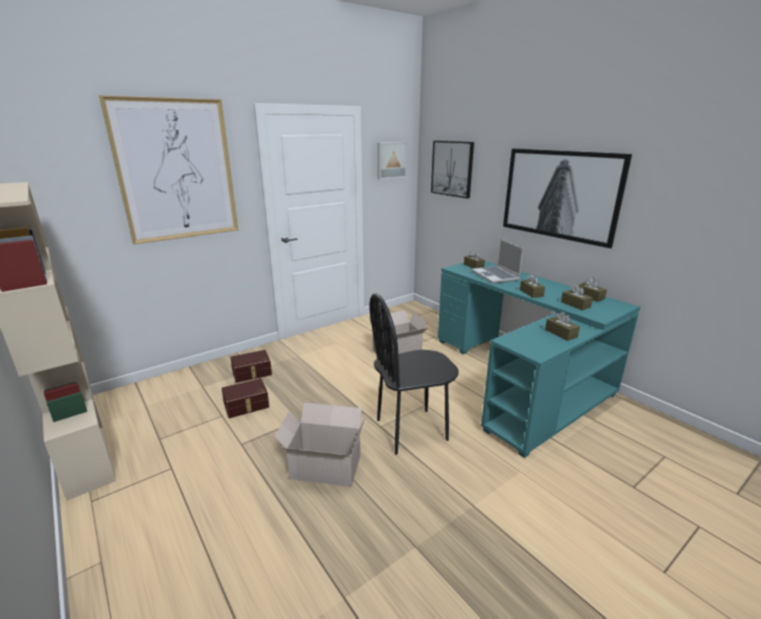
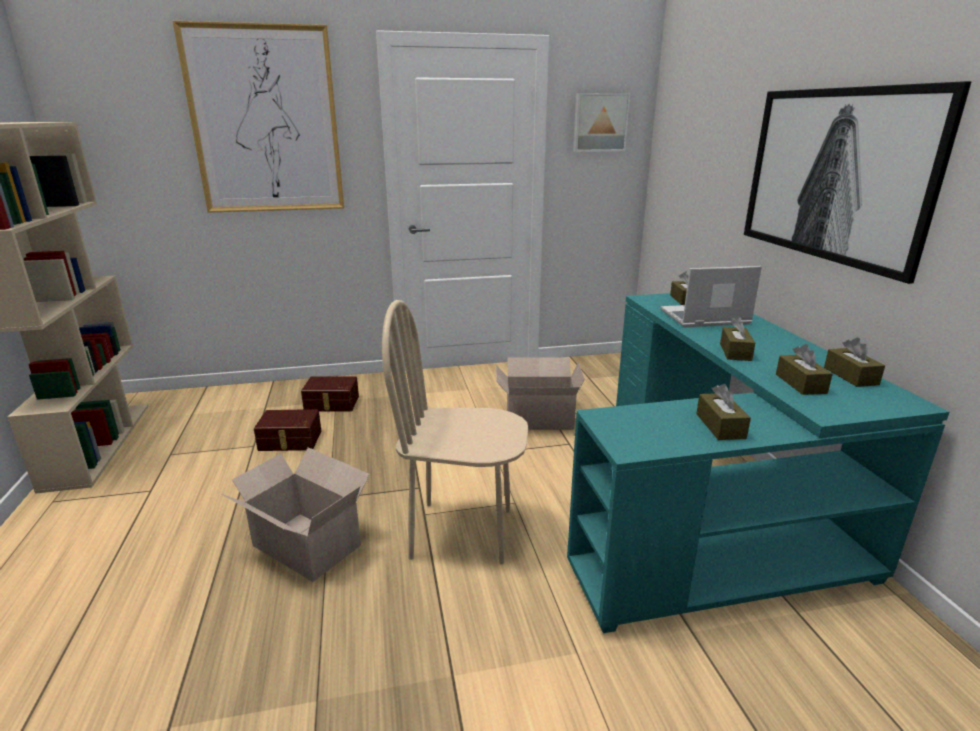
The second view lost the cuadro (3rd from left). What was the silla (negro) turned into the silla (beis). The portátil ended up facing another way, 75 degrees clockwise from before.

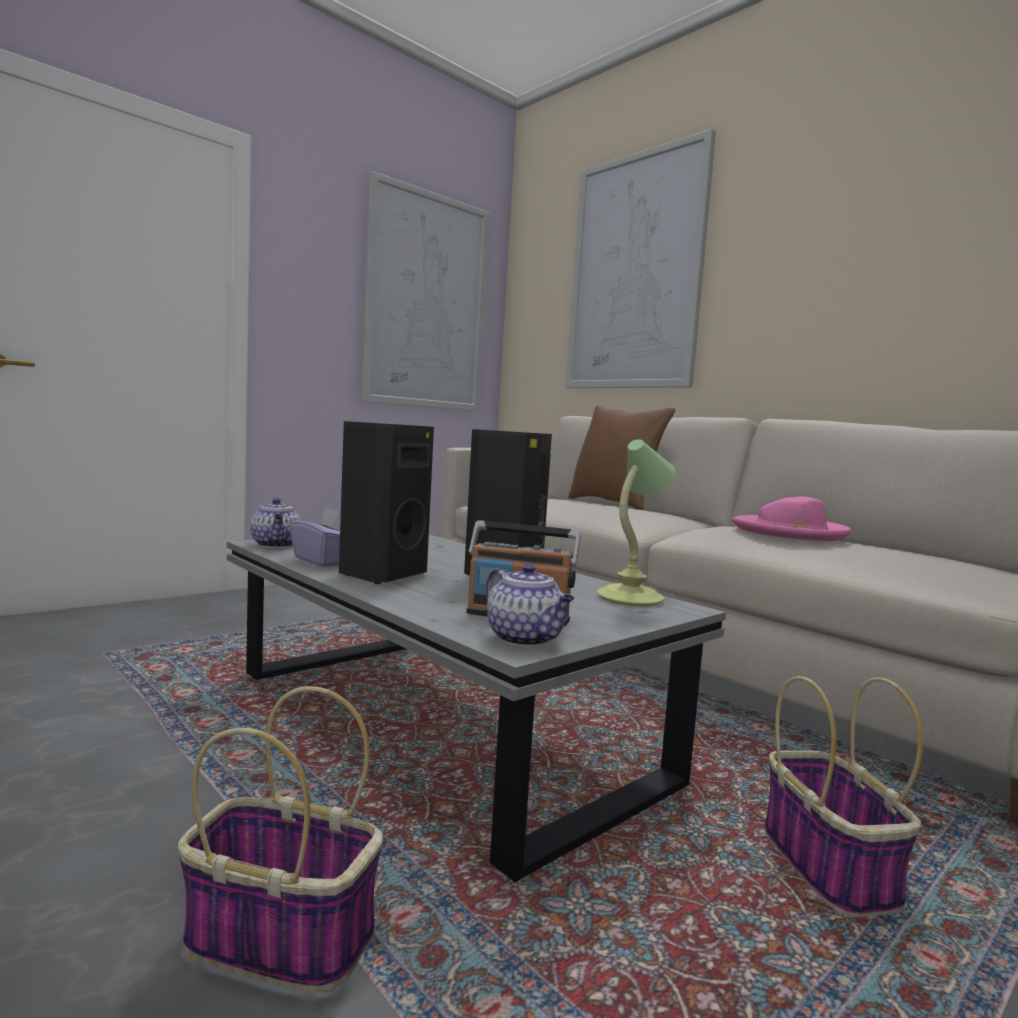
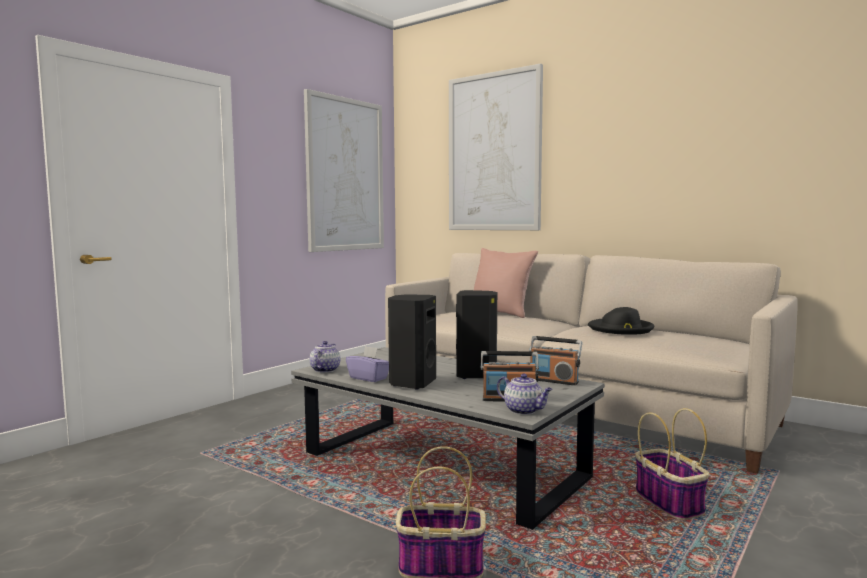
Where the lámpara de mesa stood, the radio (2nd from left) came to stand. What was the cojín (marrón) turned into the cojín (rosa). What was the sombrero (rosa) turned into the sombrero (negro). The tetera (1st from left) ended up facing another way, 135 degrees counterclockwise from before.

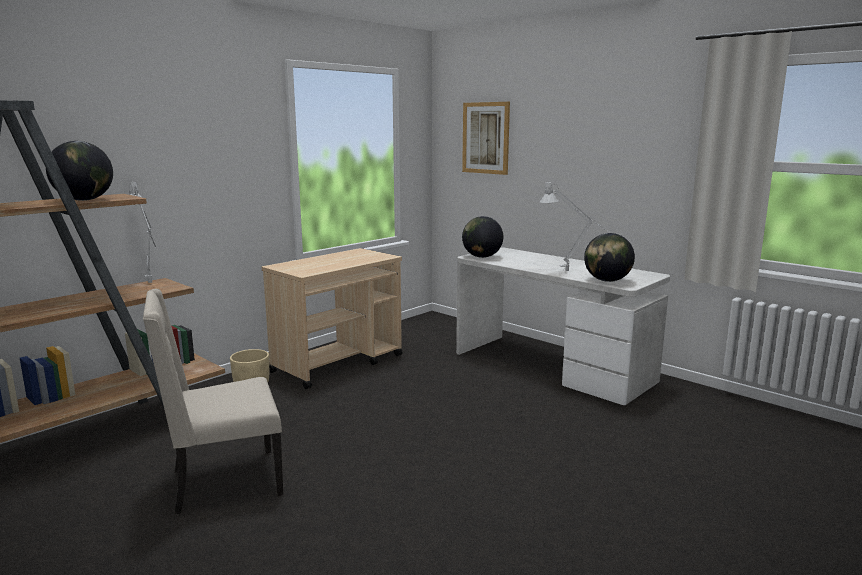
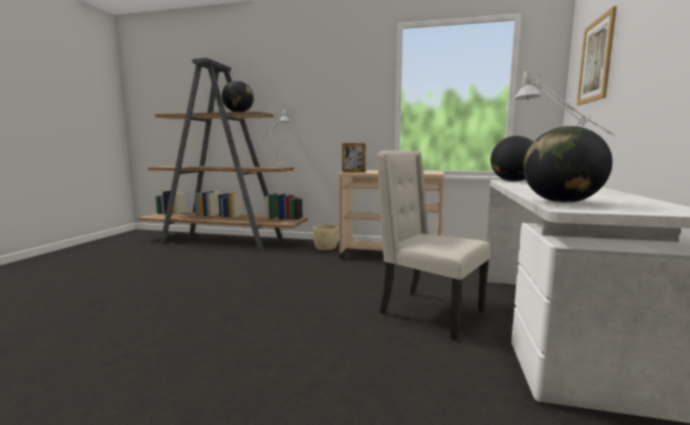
The second view gained the portarretratos. The silla (beis) ended up elsewhere.

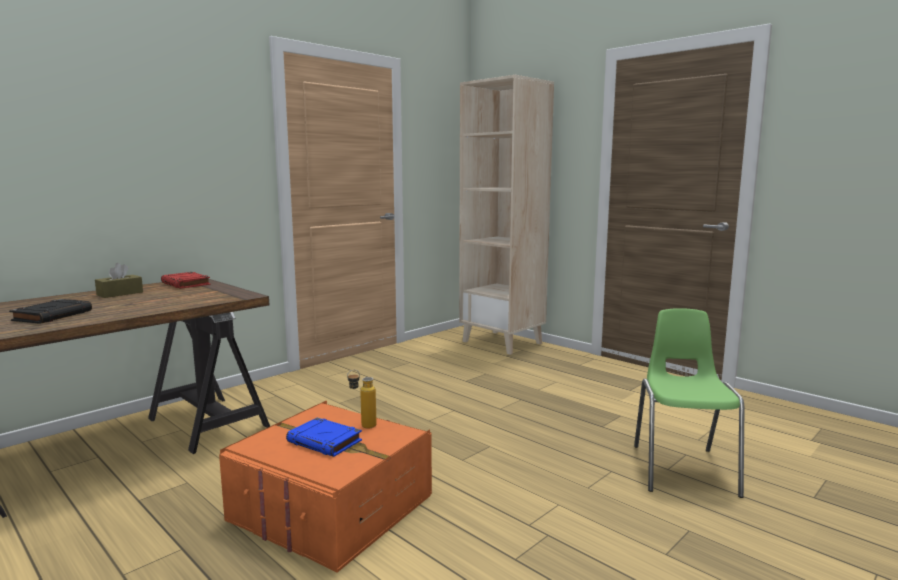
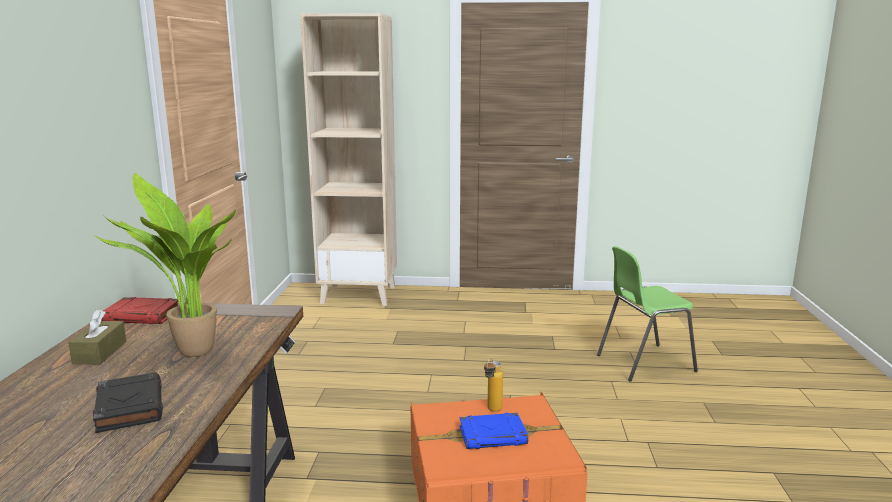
The second view gained the planta en maceta. The silla (verde) ended up facing another way, 75 degrees counterclockwise from before.

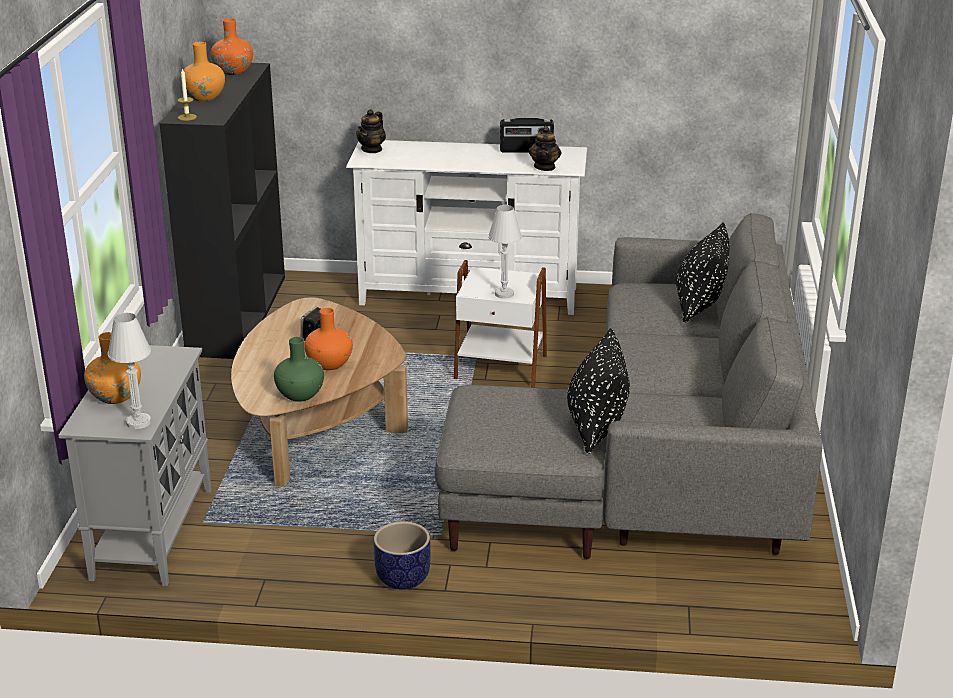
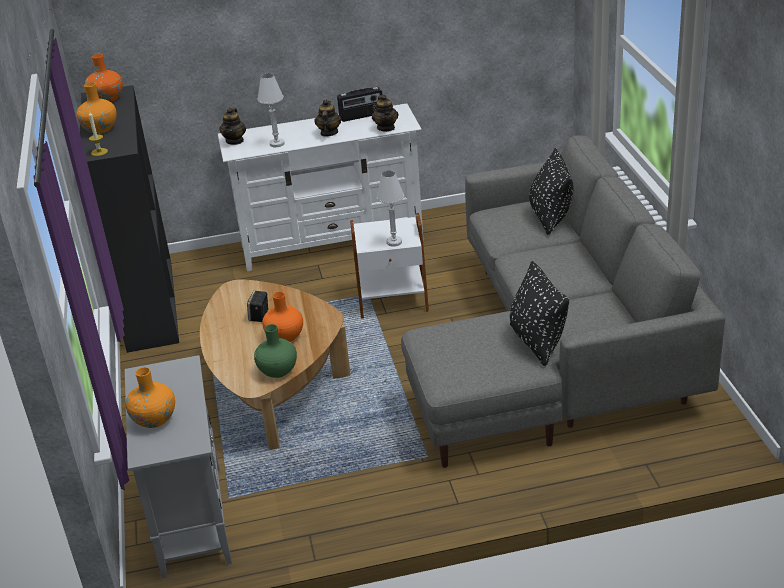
The second view lost the maceta. The second view gained the tetera (2nd from left). The lámpara de mesa (blanco) (1st from left) ended up elsewhere.

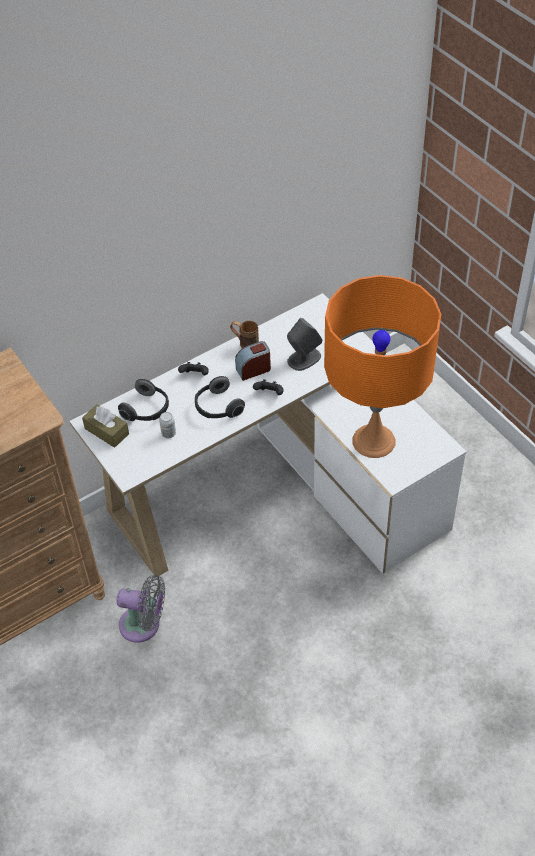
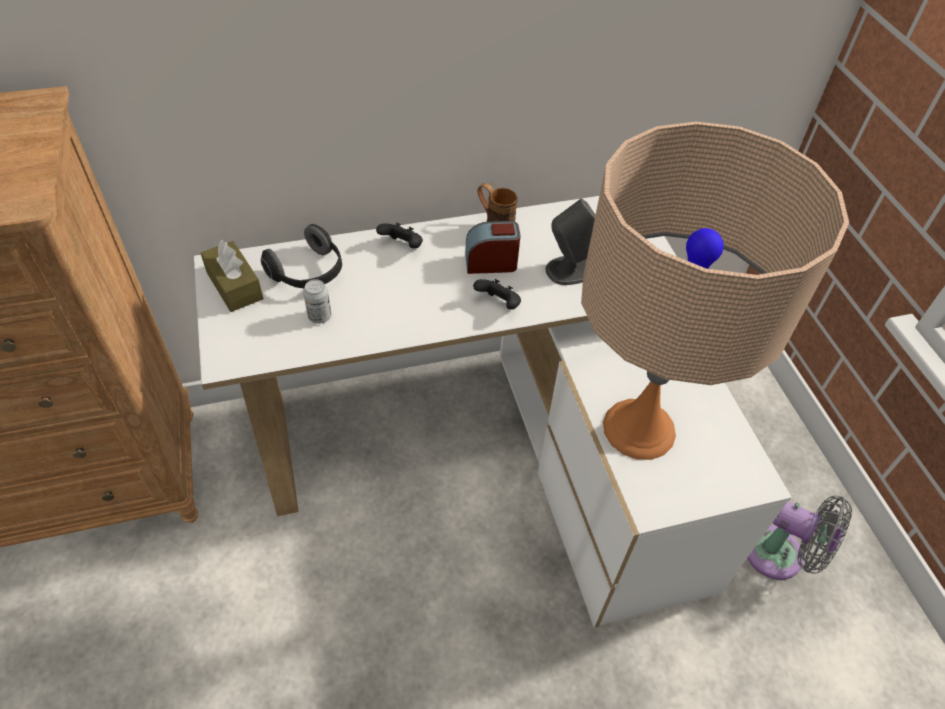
The second view lost the auriculares (2nd from left). The ventilador (gris) ended up elsewhere. What was the lámpara de mesa (naranja) turned into the lámpara de mesa (beis).

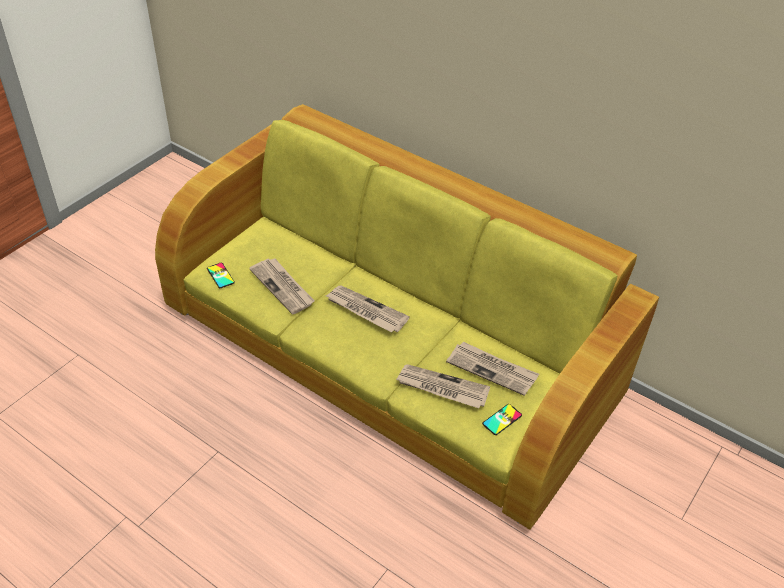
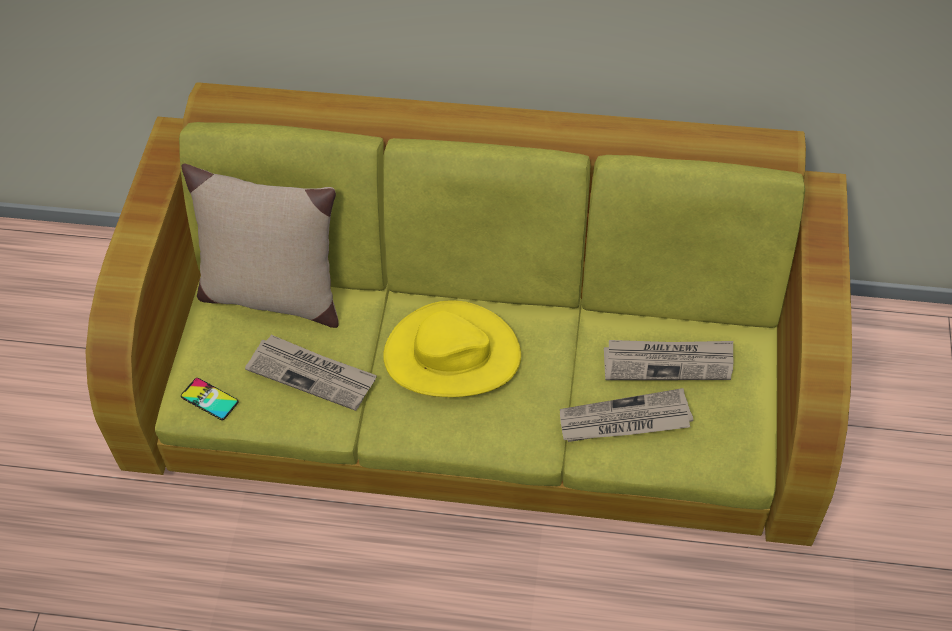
The second view lost the móvil (2nd from left). The second view gained the cojín (beis). Where the periódico (2nd from left) stood, the sombrero (amarillo) came to stand.

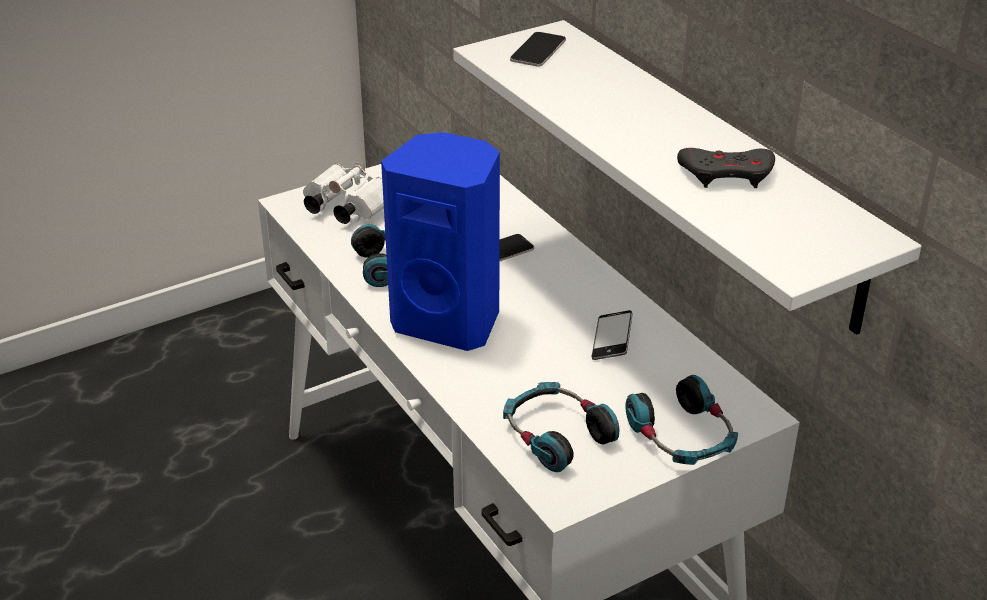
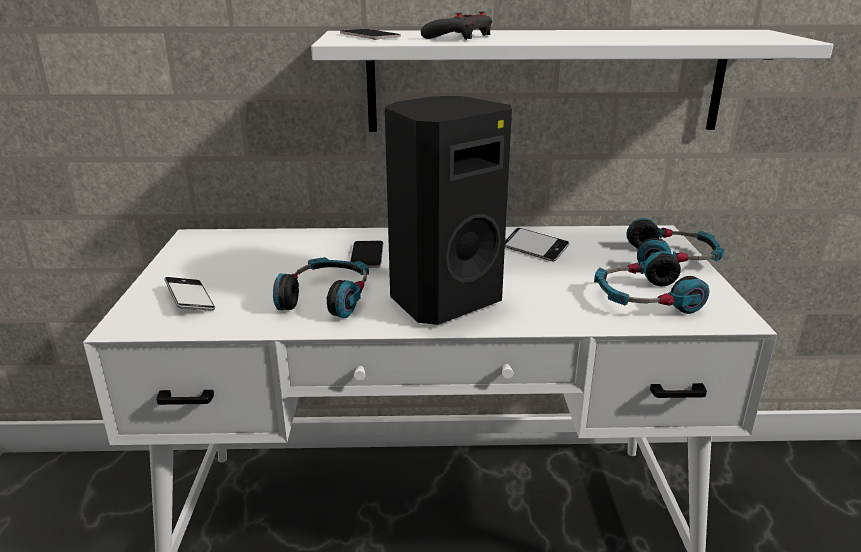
The mando de consola (gris) ended up elsewhere. Where the prismáticos (blanco) stood, the móvil (1st from left) came to stand. What was the altavoz (azul) turned into the altavoz (negro).

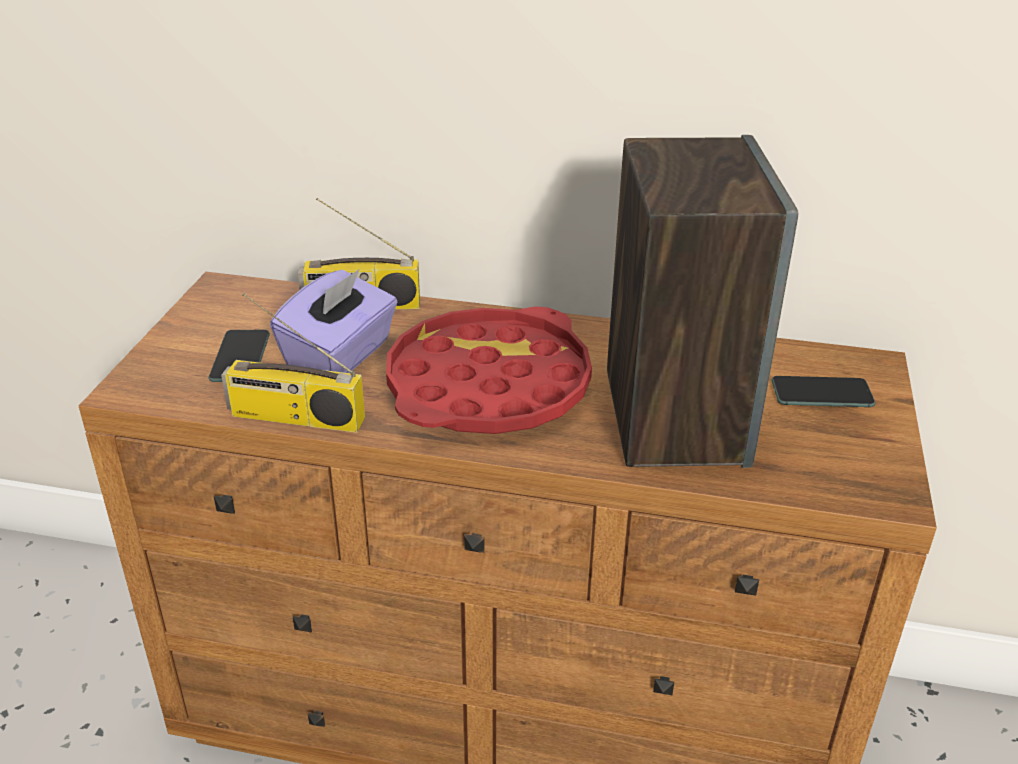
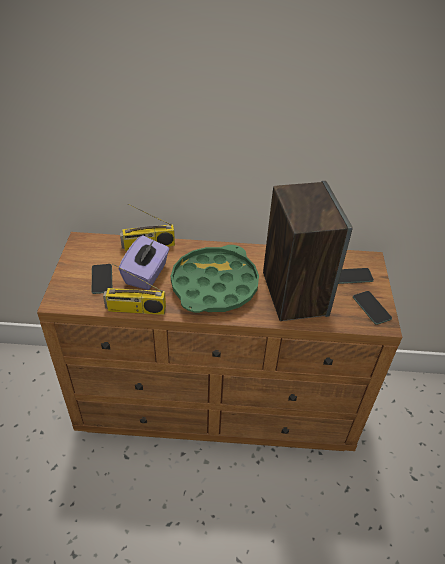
The second view gained the móvil (3rd from left). What was the bandeja (rojo) turned into the bandeja (verde).

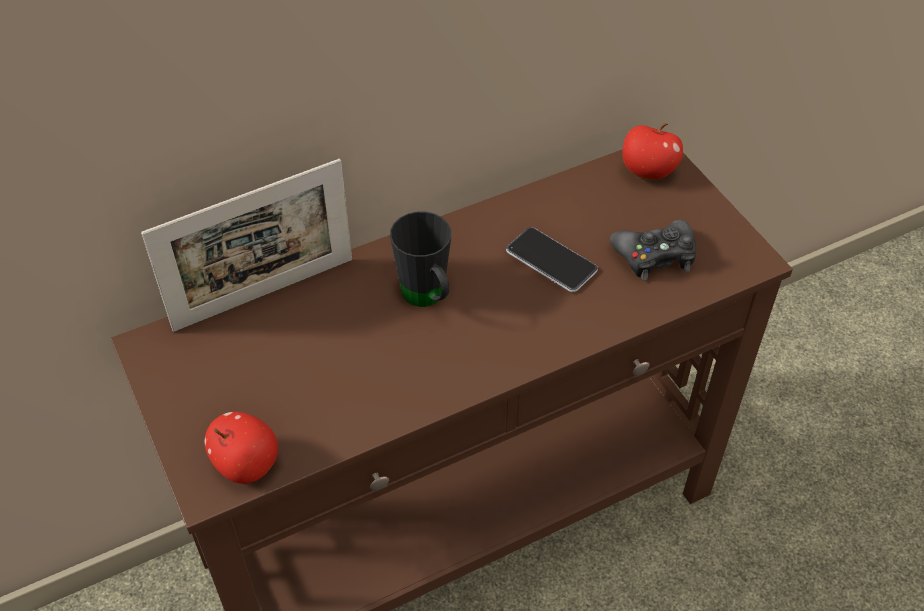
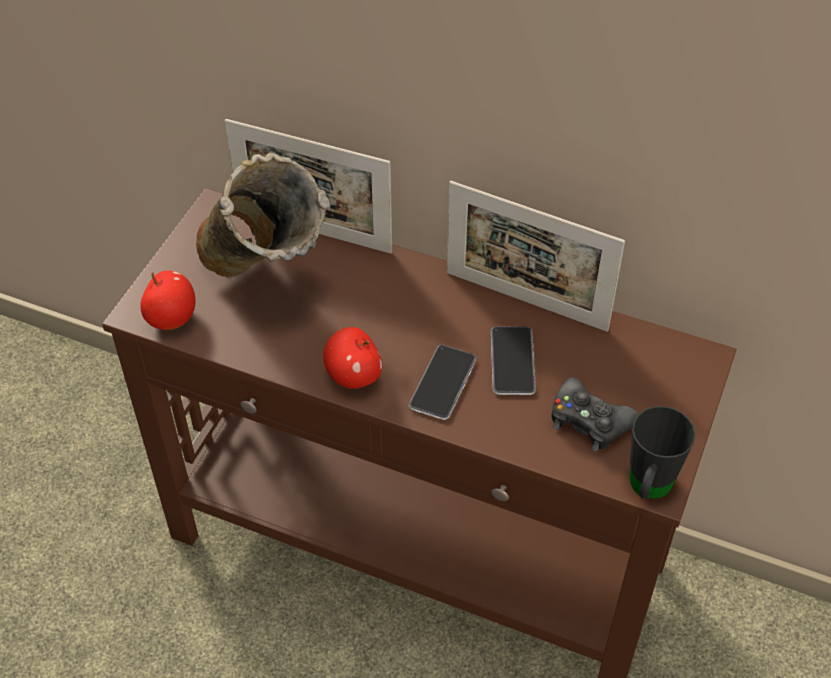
The second view gained the florero (beis). The second view gained the móvil (1st from left). The second view gained the portarretratos (2nd from left). The taza grande (negro) ended up elsewhere. The manzana (2nd from left) ended up elsewhere.

